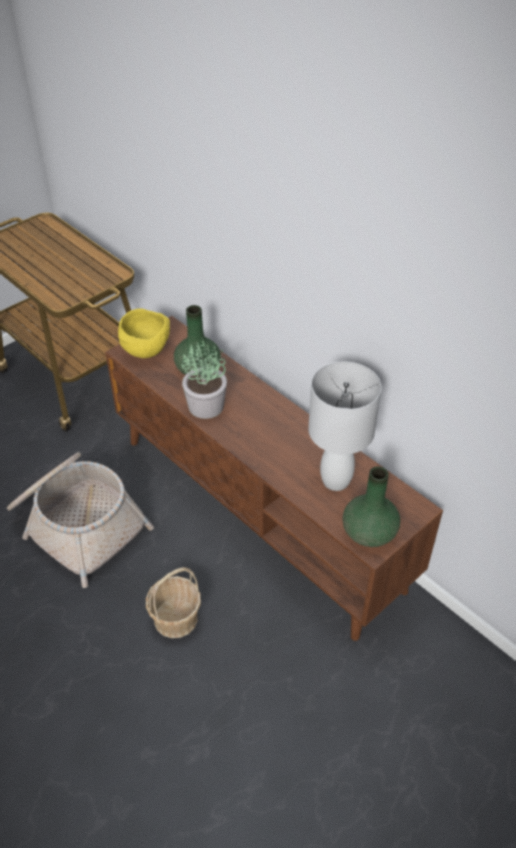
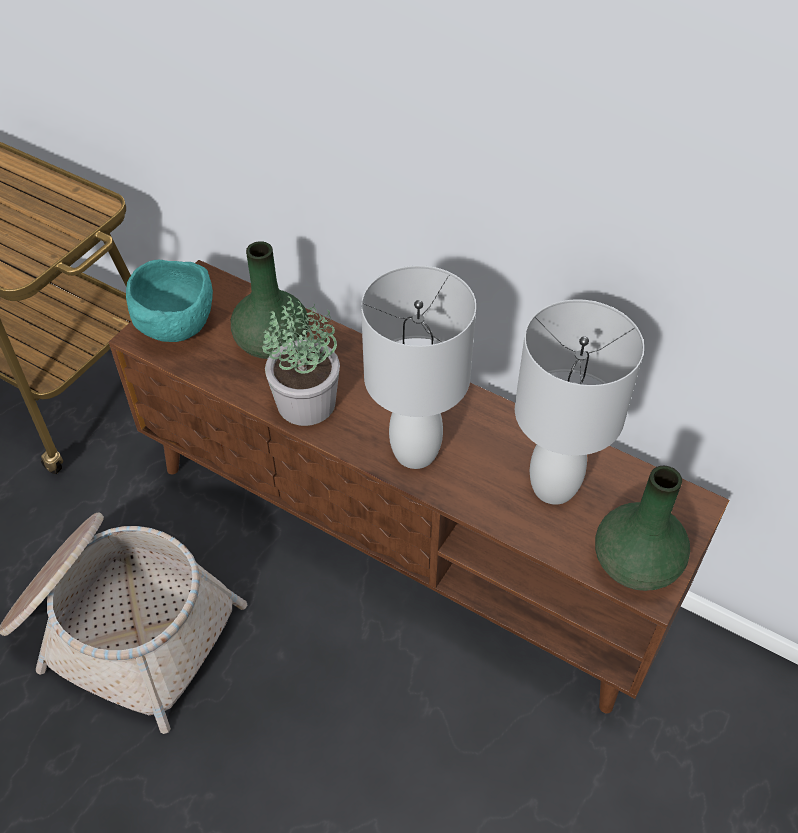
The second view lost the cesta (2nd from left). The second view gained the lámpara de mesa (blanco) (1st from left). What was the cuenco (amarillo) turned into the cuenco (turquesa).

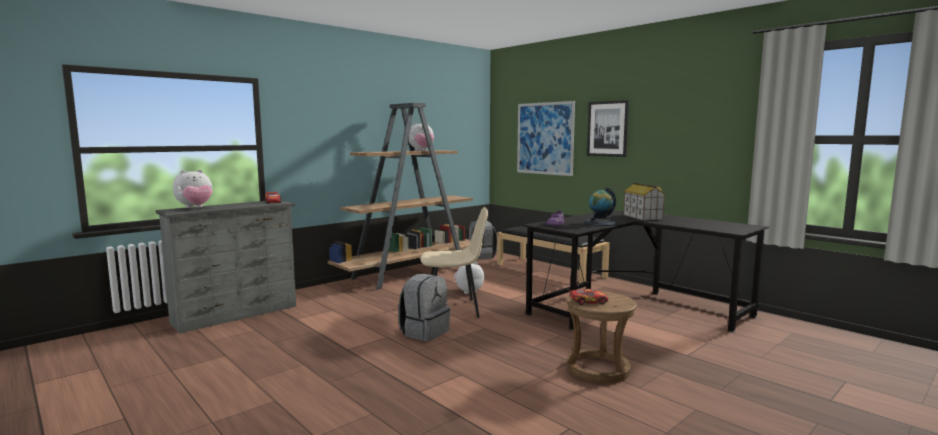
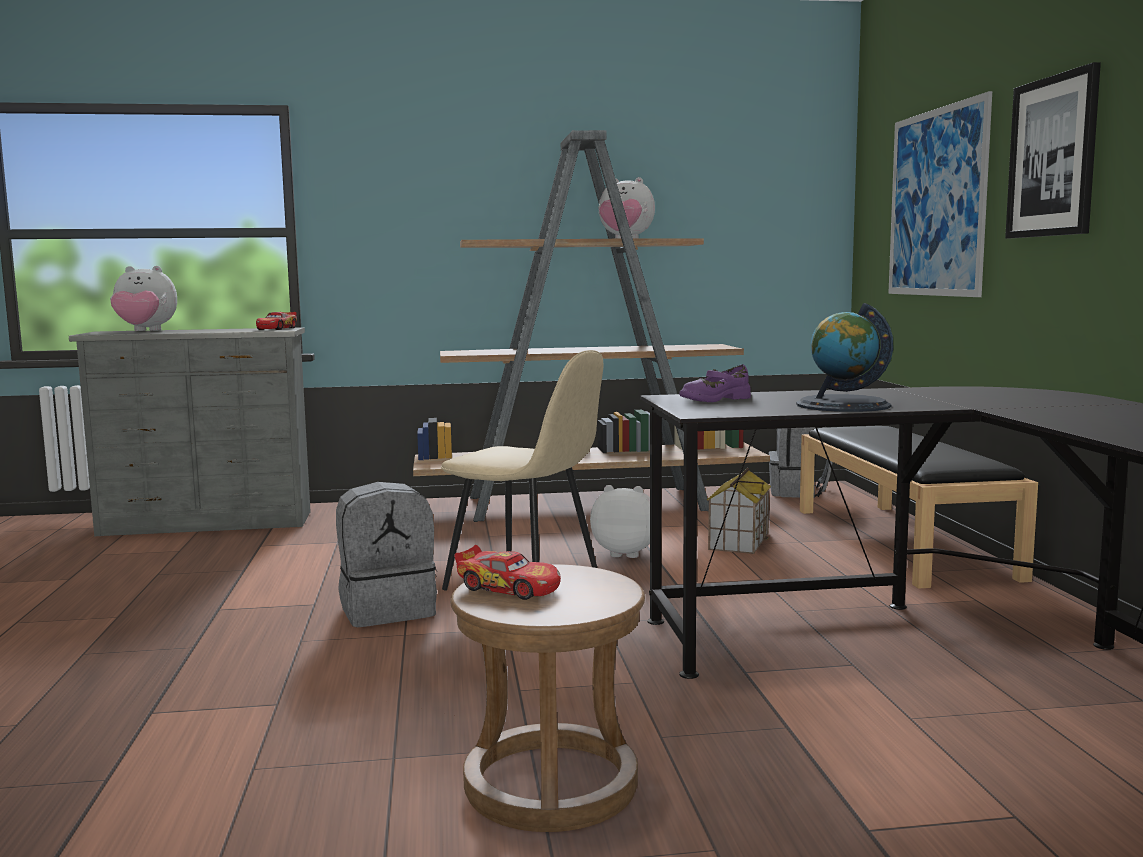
The casita ended up elsewhere.

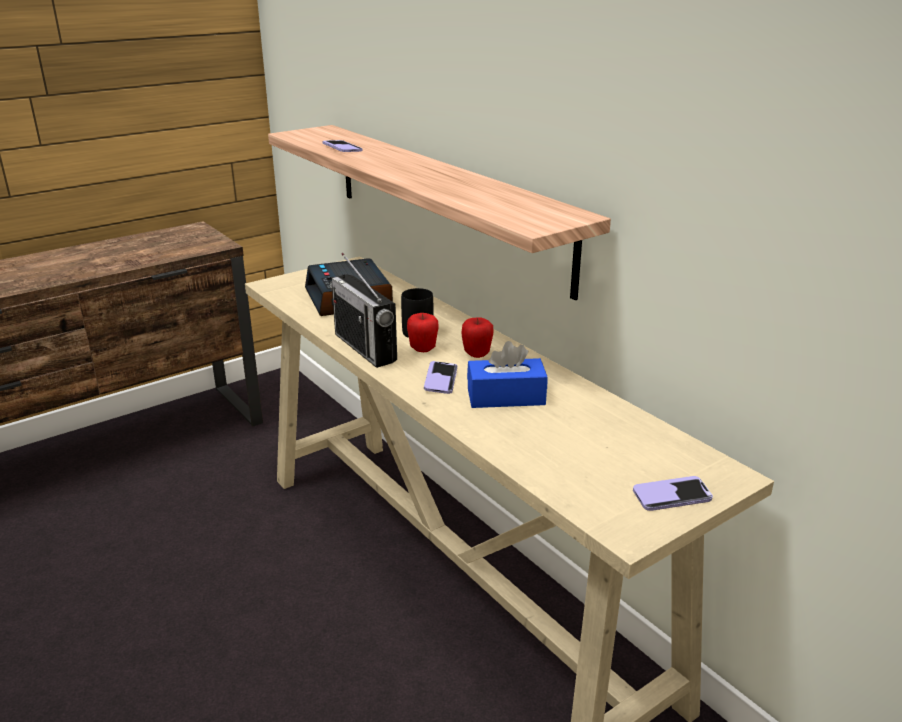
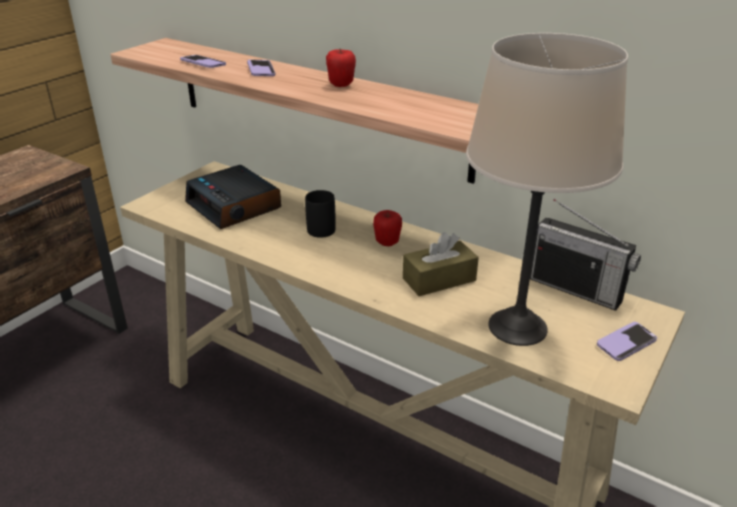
The second view gained the lámpara de mesa (beis). The radio ended up elsewhere. The manzana (1st from left) ended up elsewhere. The móvil (2nd from left) ended up elsewhere. What was the caja de pañuelos (azul) turned into the caja de pañuelos (marrón).

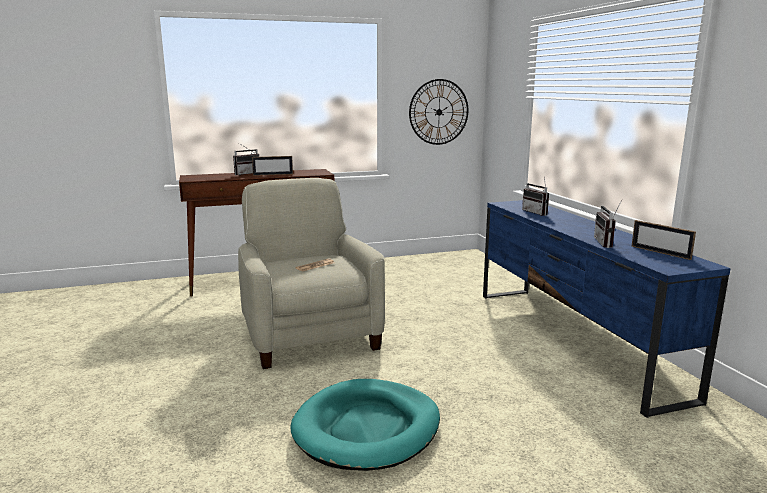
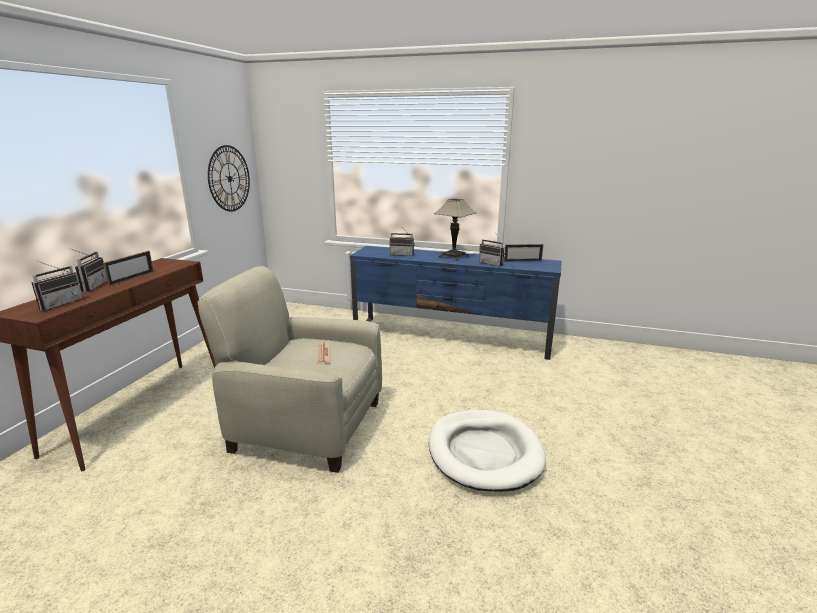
The second view gained the radio (1st from left). The second view gained the lámpara de mesa. What was the cama para perro (turquesa) turned into the cama para perro (blanco).

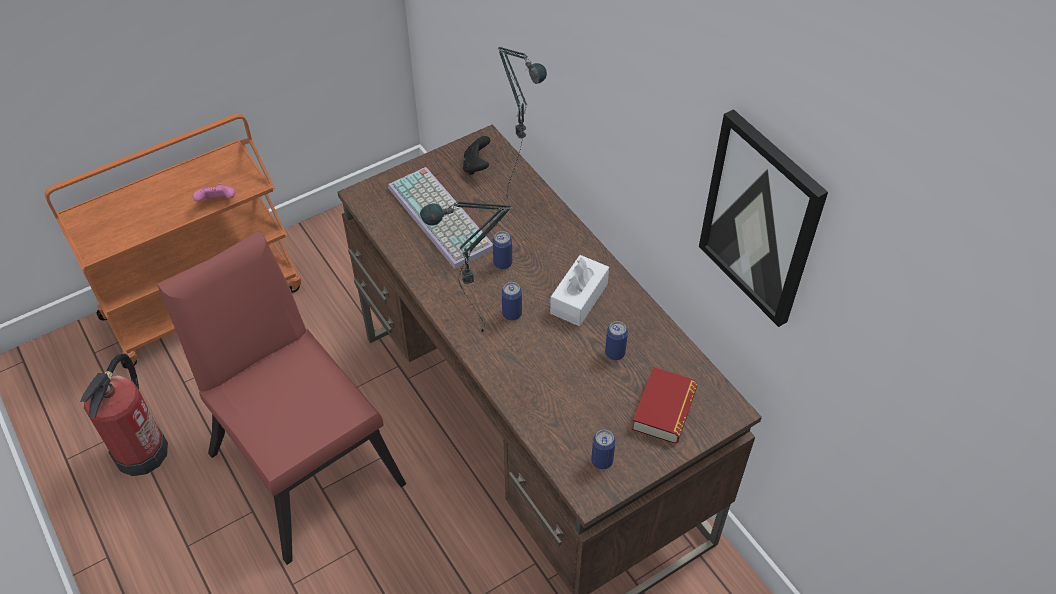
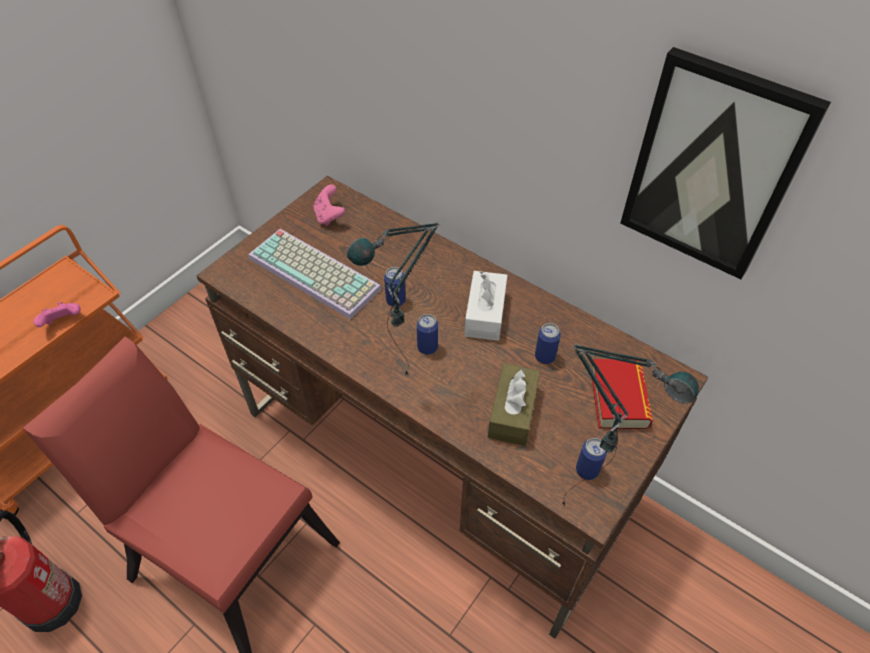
The second view gained the caja de pañuelos (marrón). The lámpara de mesa (2nd from left) ended up elsewhere. What was the mando de consola (negro) turned into the mando de consola (rosa) (2nd from left).

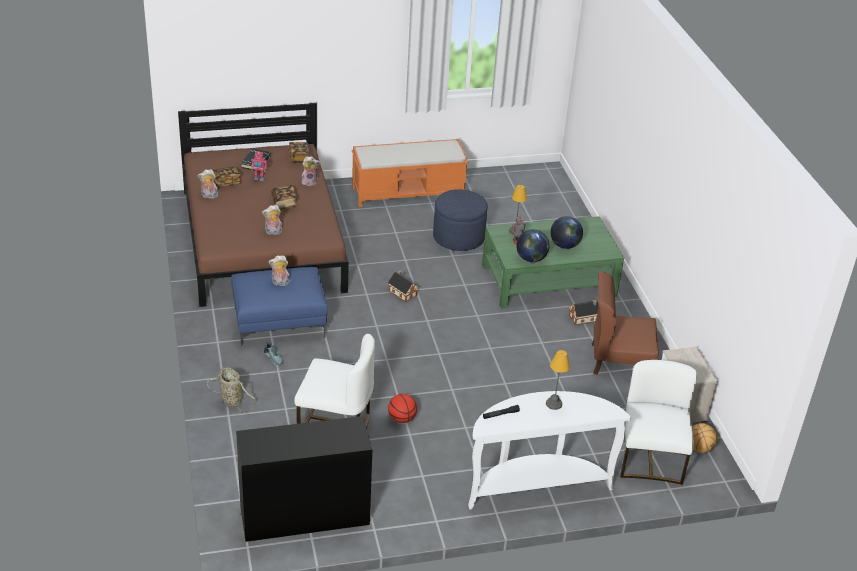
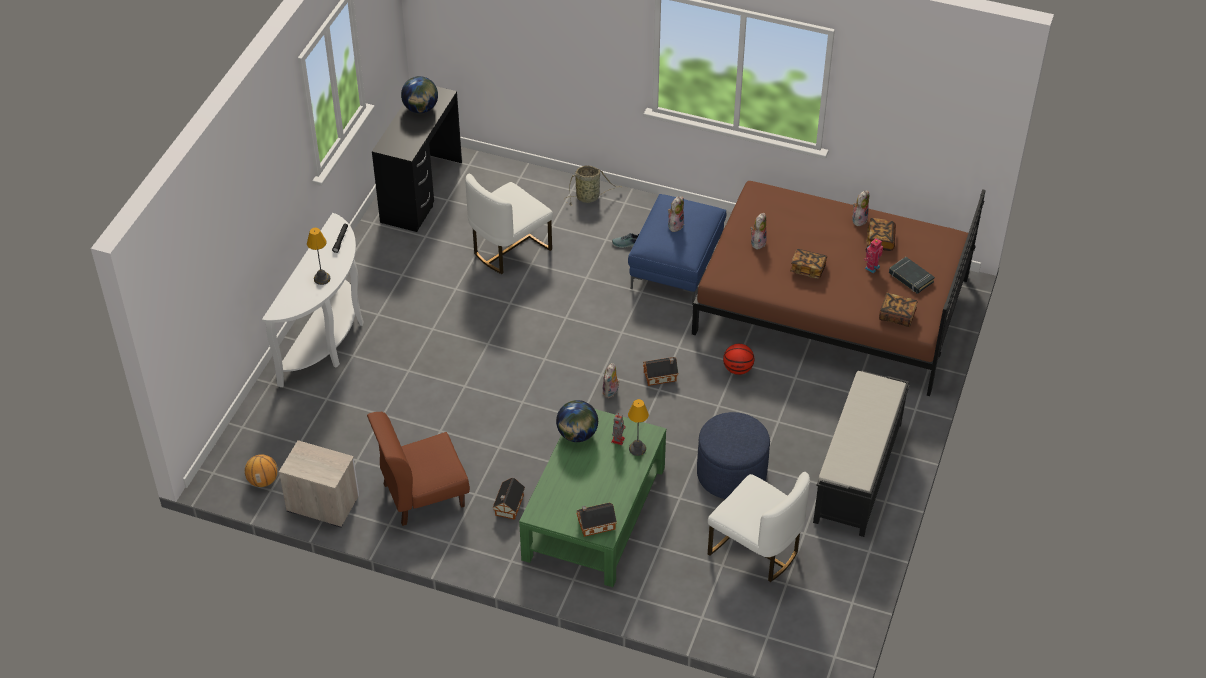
The second view gained the casita (2nd from left). The peluche (4th from left in the first image) ended up elsewhere. The balón de baloncesto (1st from left in the first image) ended up elsewhere. The globo terráqueo (2nd from left in the first image) ended up elsewhere. The silla (blanco) (2nd from left) ended up elsewhere. What was the banco (naranja) turned into the banco (negro). The silla (marrón) ended up facing another way, 150 degrees counterclockwise from before.

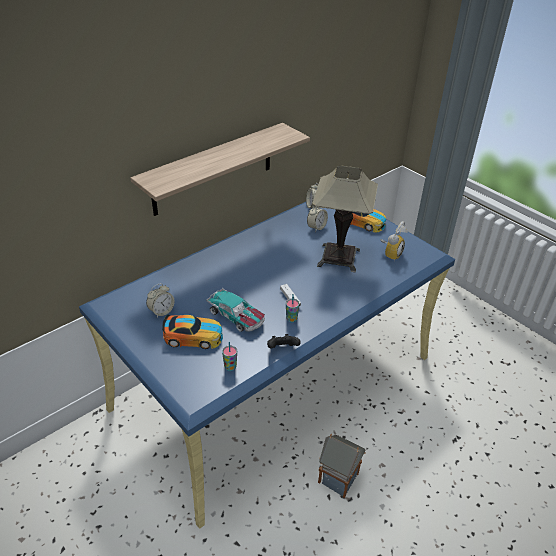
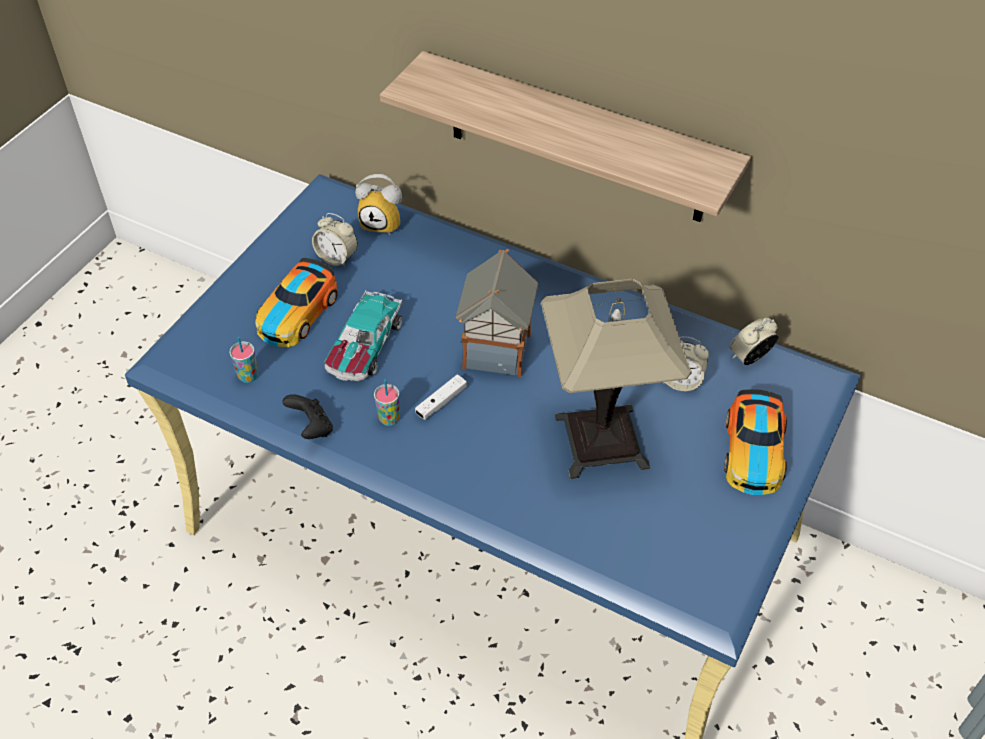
The casita ended up elsewhere. The despertador (4th from left in the first image) ended up elsewhere. The coche de juguete (1st from left) ended up facing another way, 45 degrees clockwise from before.

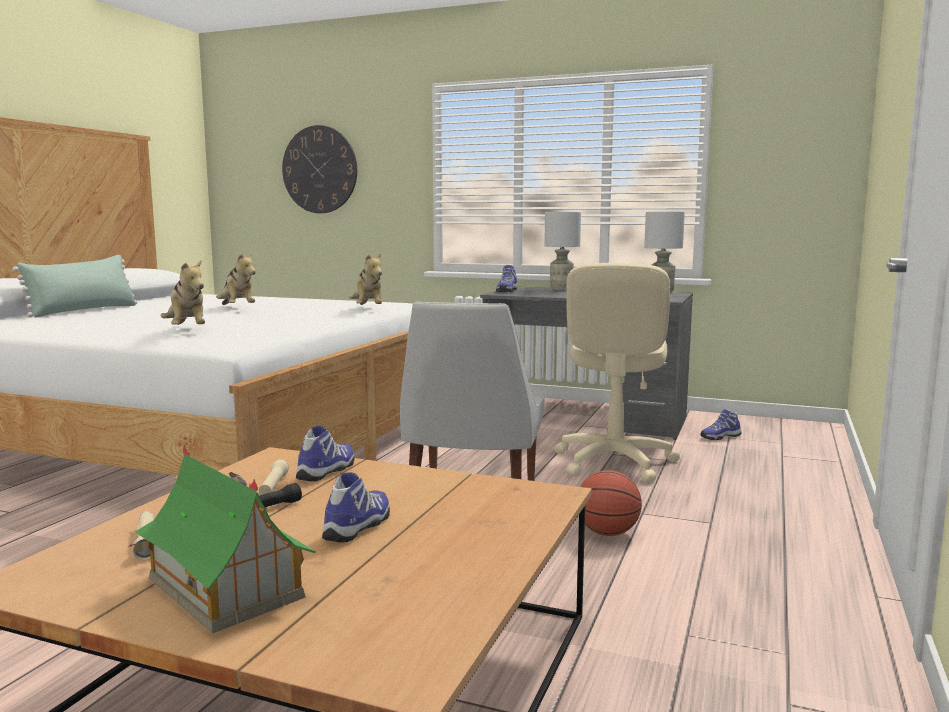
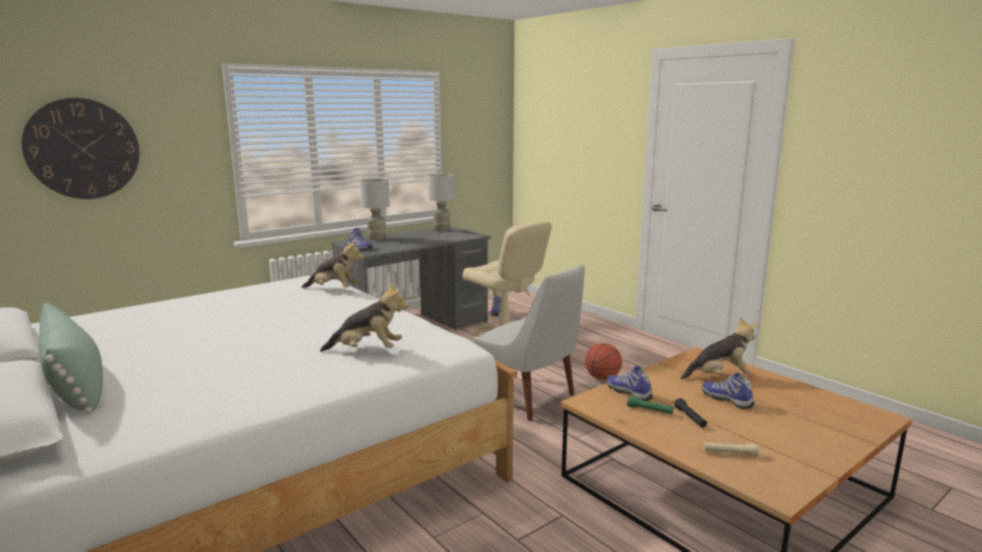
The second view lost the casita. The peluche (2nd from left in the first image) ended up elsewhere. What was the linterna (beis) (2nd from left) turned into the linterna (verde).

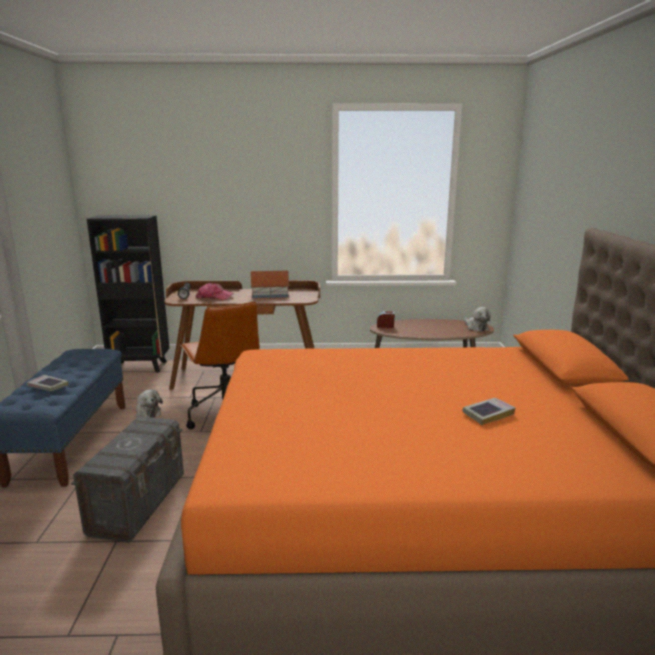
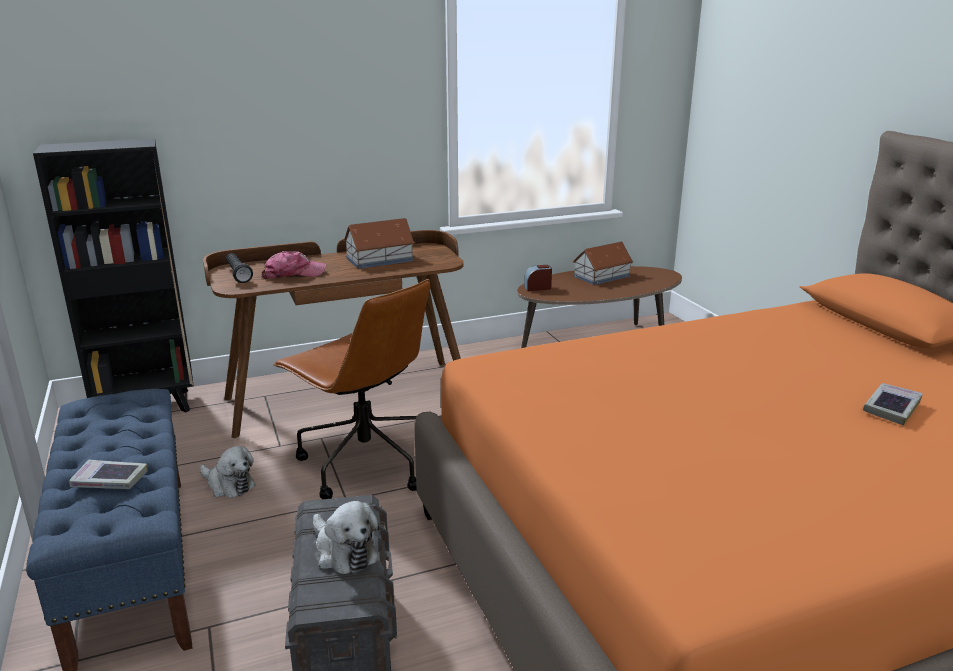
The second view gained the casita (2nd from left). The peluche (2nd from left) ended up elsewhere.

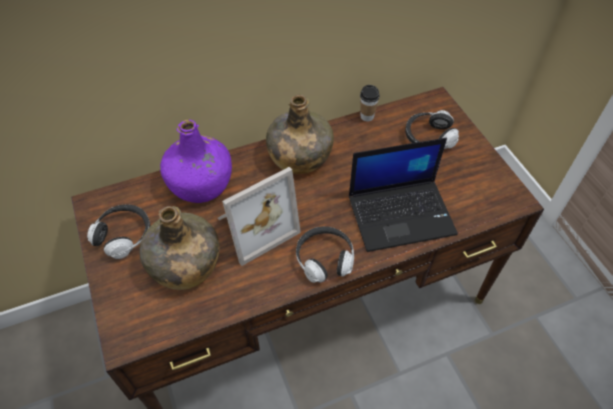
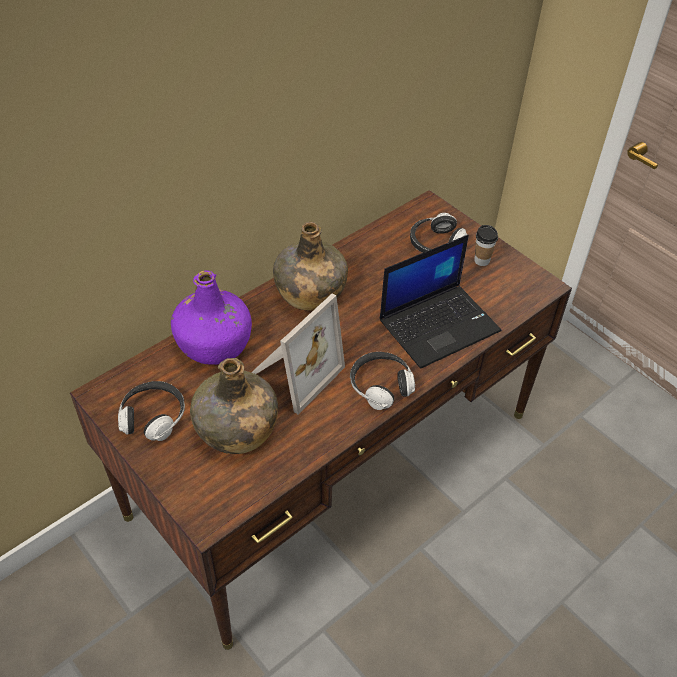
The taza ended up elsewhere.

